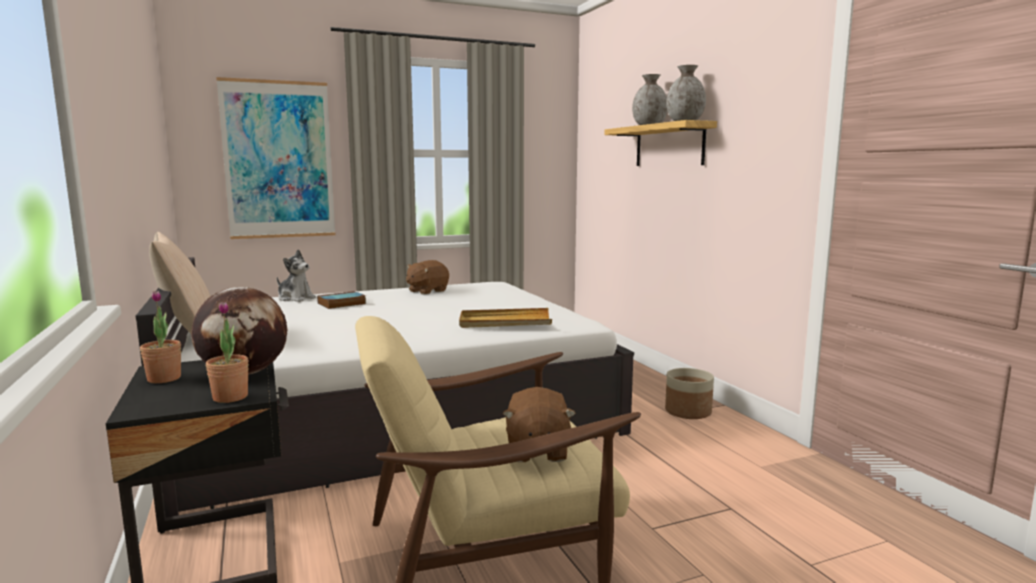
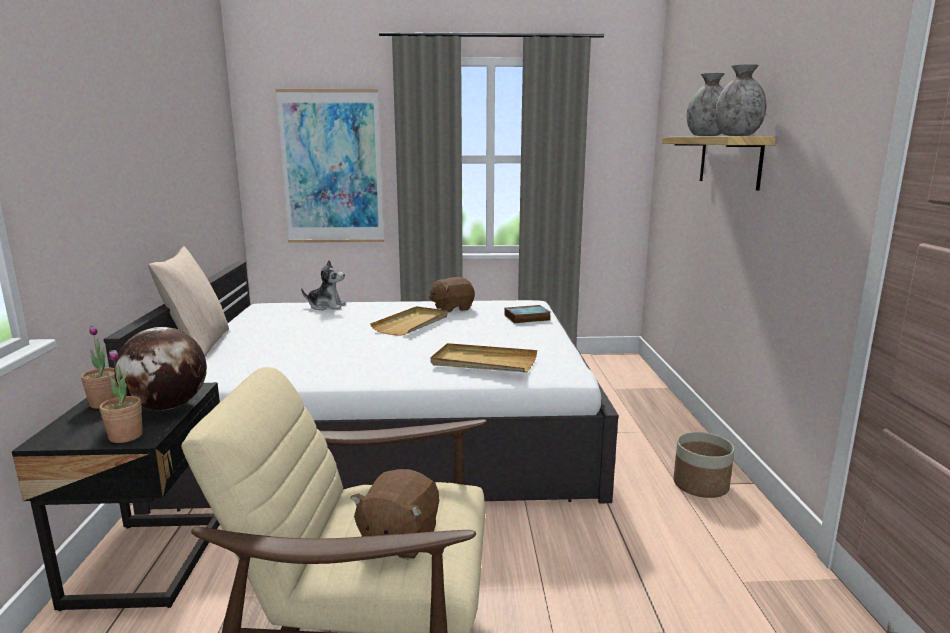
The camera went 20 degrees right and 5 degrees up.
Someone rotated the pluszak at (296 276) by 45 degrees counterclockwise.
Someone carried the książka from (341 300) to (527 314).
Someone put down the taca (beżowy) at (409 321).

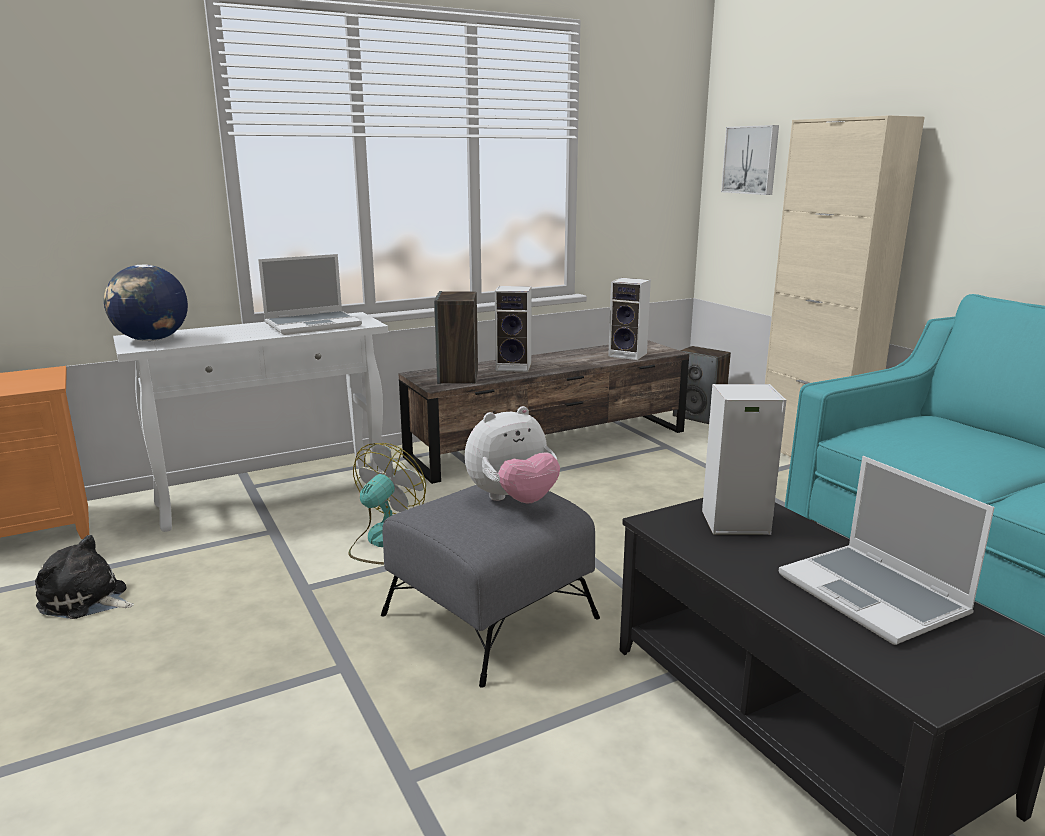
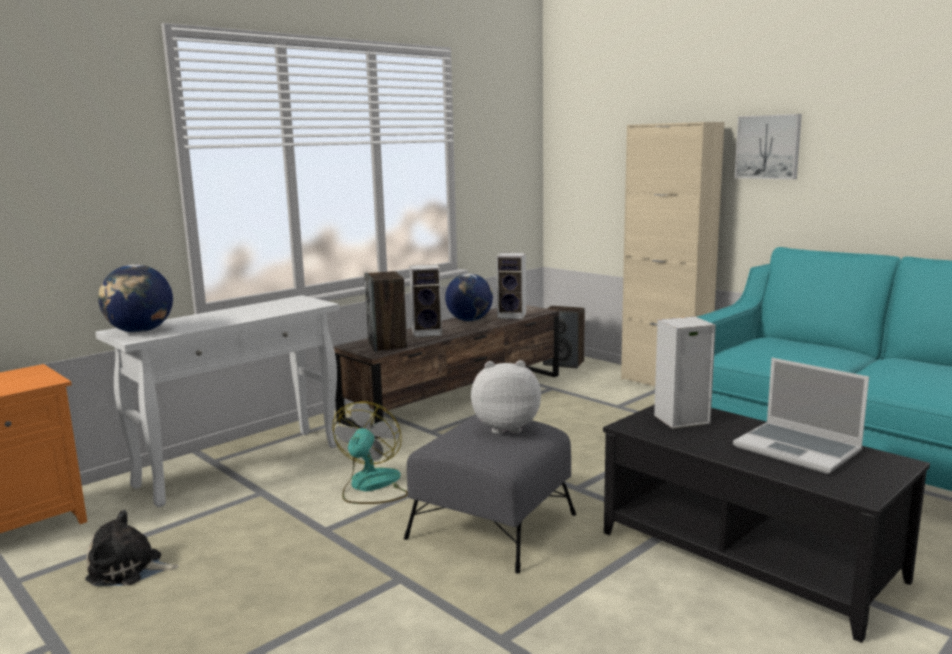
The camera went 15 degrees left and 5 degrees down.
Someone took away the laptop at (310 294).
Someone rotated the pluszak at (512 455) by 135 degrees counterclockwise.
Someone carried the obraz from (750 160) to (768 146).
Someone put down the globus at (469 297).

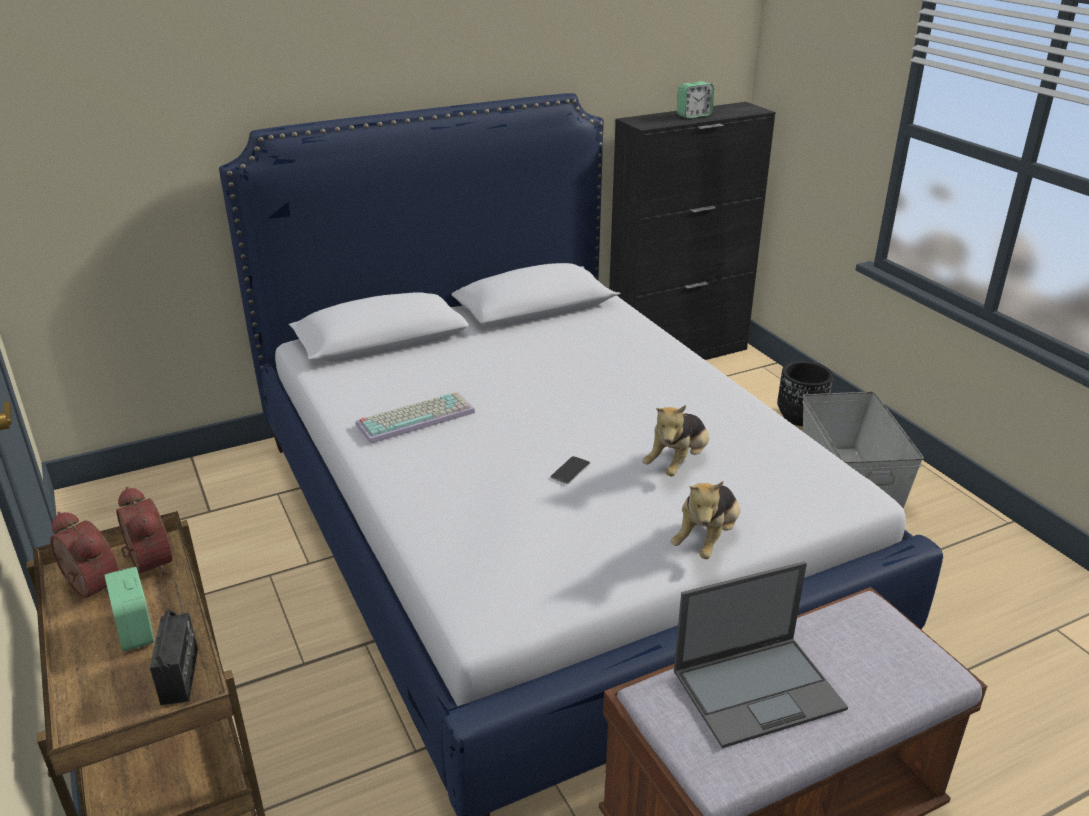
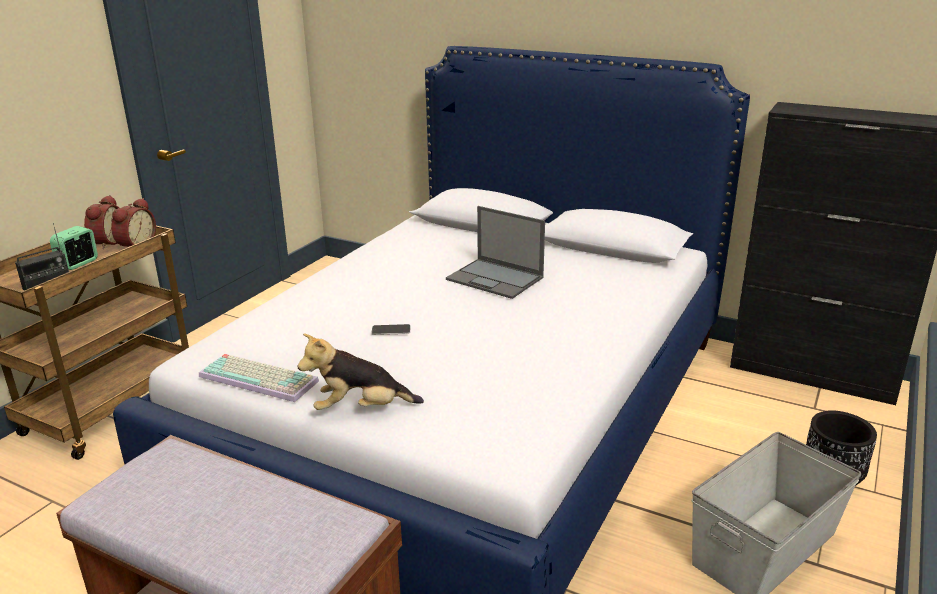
The camera went 55 degrees right and 5 degrees down.
Someone carried the klawiatura from (415 418) to (259 378).
Someone took away the pluszak at (675 440).
Someone carried the laptop from (761 654) to (495 252).
Someone took away the budzik at (695 100).

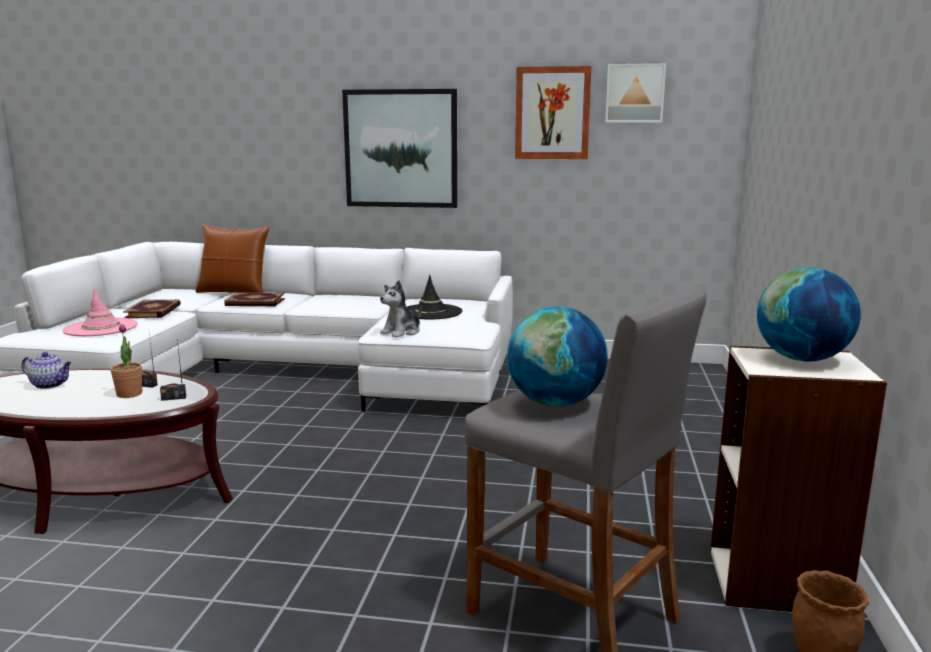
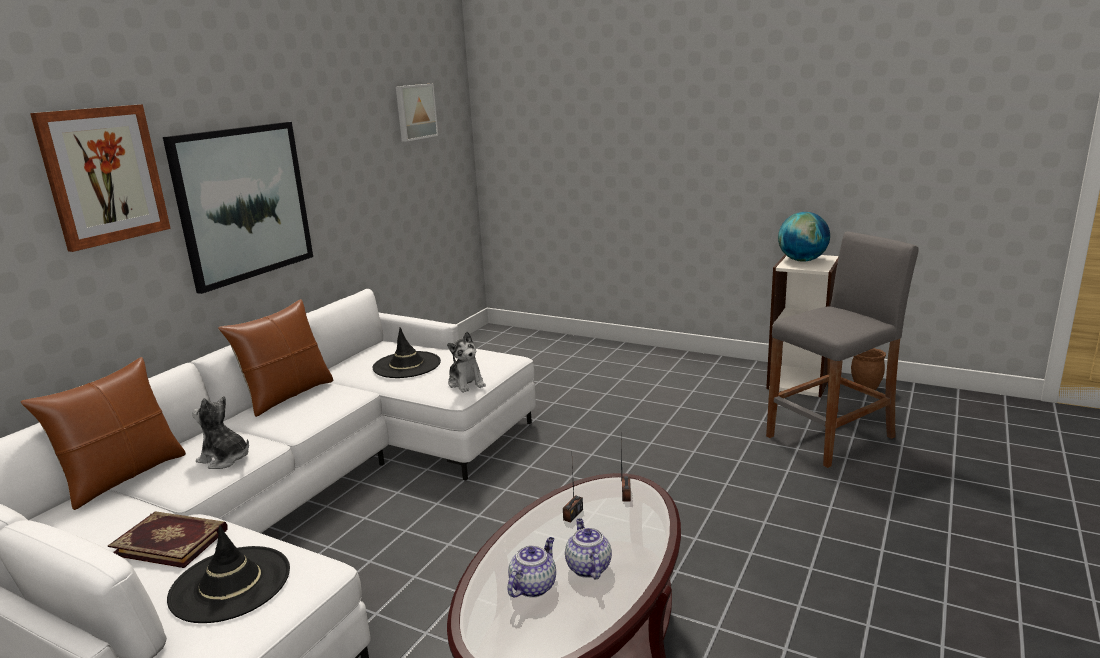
The camera went 70 degrees left and 5 degrees up.
Someone repainted the kapelusz (różowy) at (100 312), which became the kapelusz (czarny) at (228 574).
Someone took away the roślina doniczkowa at (126 361).
Someone swapped the książka at (254 299) for the pluszak at (220 432).
Someone took away the globus at (557 356).
Someone carried the obraz from (553 112) to (100 178).
Someone put down the poduszka (brązowy) at (275 358).
Someone put down the imbryk at (588 549).

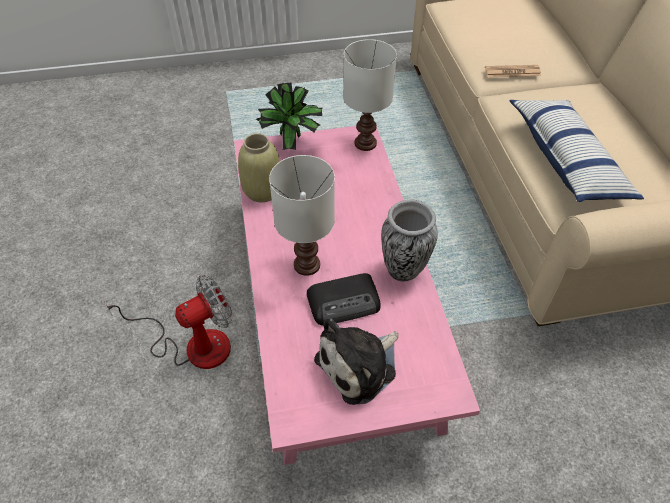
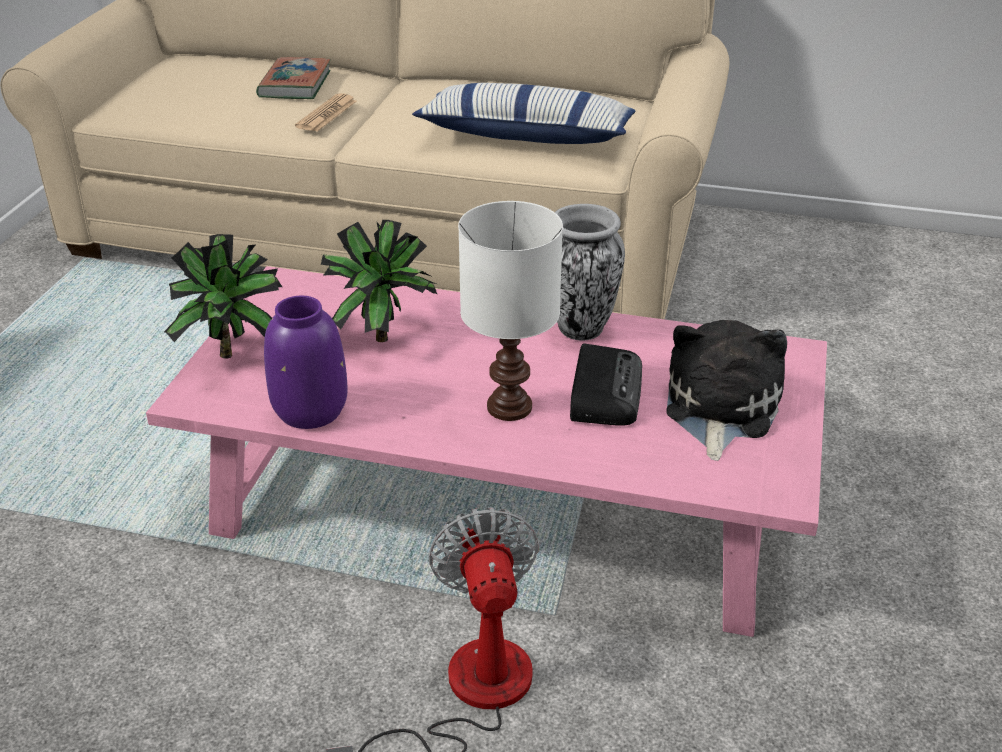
The camera went 65 degrees left and 15 degrees down.
Someone repainted the wazon (beżowy) at (259 167), which became the wazon (fioletowy) at (306 362).
Someone rotated the pluszak at (356 361) by 150 degrees counterclockwise.
Someone took away the lampa stołowa (biały) at (370 95).
Someone put down the książka at (293 78).
Someone put down the roślina doniczkowa at (379 281).

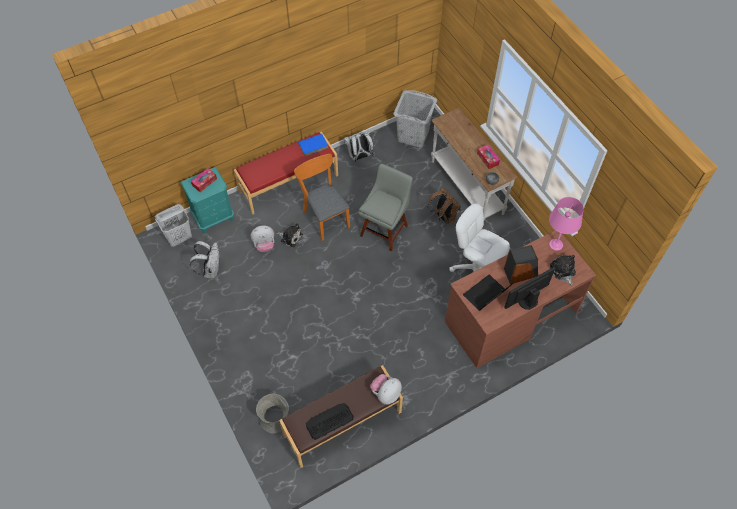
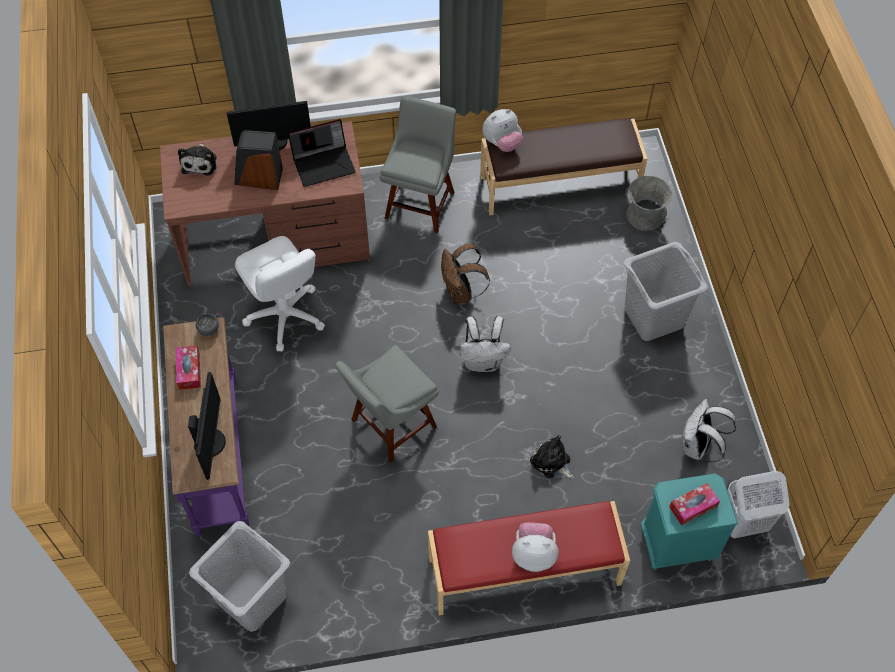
The camera went 160 degrees left and 0 degrees up.
Someone carried the pluszak from (262 238) to (535 547).
Someone took away the krzesło (pomarańczowy) at (322 197).
Someone took away the książka (niebieski) at (313 145).
Someone took away the klawiatura at (329 421).
Someone carried the plecak (biały) from (359 146) to (485 344).
Someone carried the plecak (brązowy) from (444 205) to (465 273).
Someone repainted the stolik konsolowy (biały) at (474 163), which became the stolik konsolowy (fioletowy) at (206 427).
Someone took away the lampa stołowa (różowy) at (566 224).
Someone put down the monitor at (207 426).
Someone put down the krzesło (szary) at (418 164).
Someone put down the kosz na pranie (szary) at (666 291).

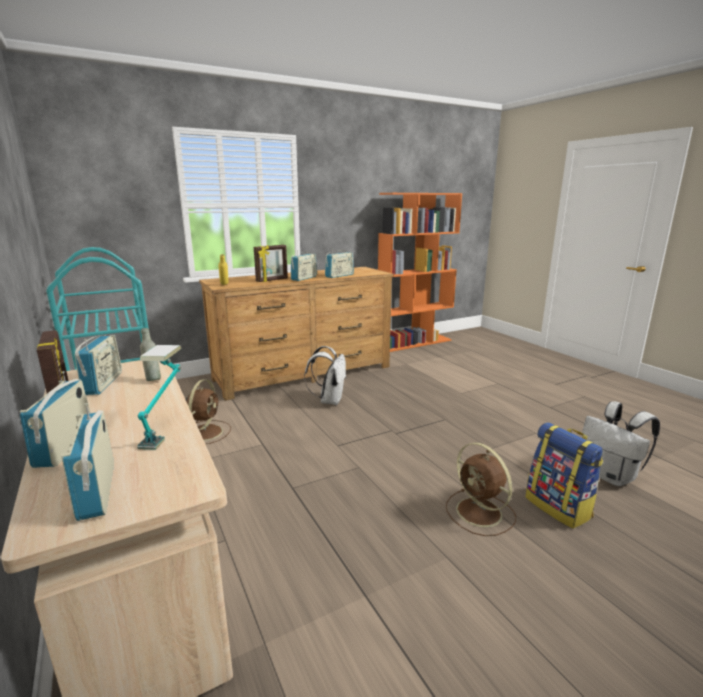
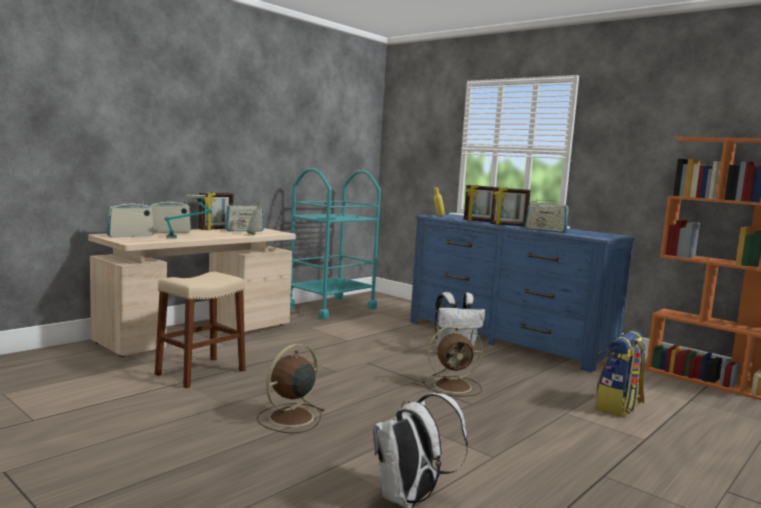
The camera went 70 degrees right and 10 degrees down.
Someone carried the wentylator (brązowy) from (208 411) to (452 360).
Someone repainted the komoda (brązowy) at (296 334), which became the komoda (niebieski) at (523 293).
Someone swapped the radio at (304 265) for the ramka na zdjęcie at (510 206).
Someone carried the plecak from (564 475) to (620 373).
Someone put down the stołek (beżowy) at (200 330).

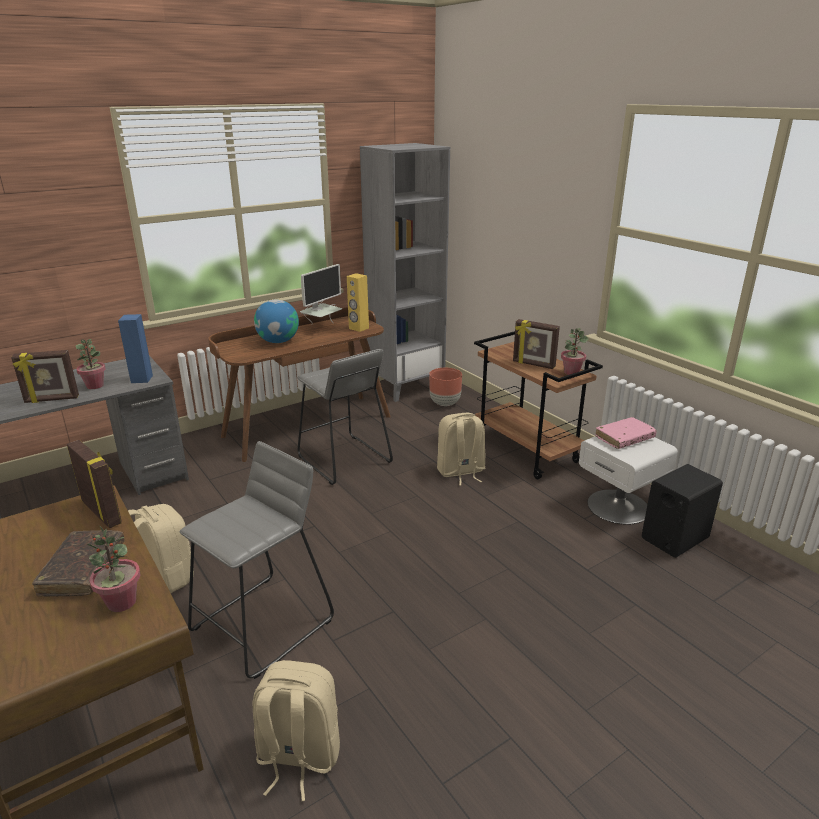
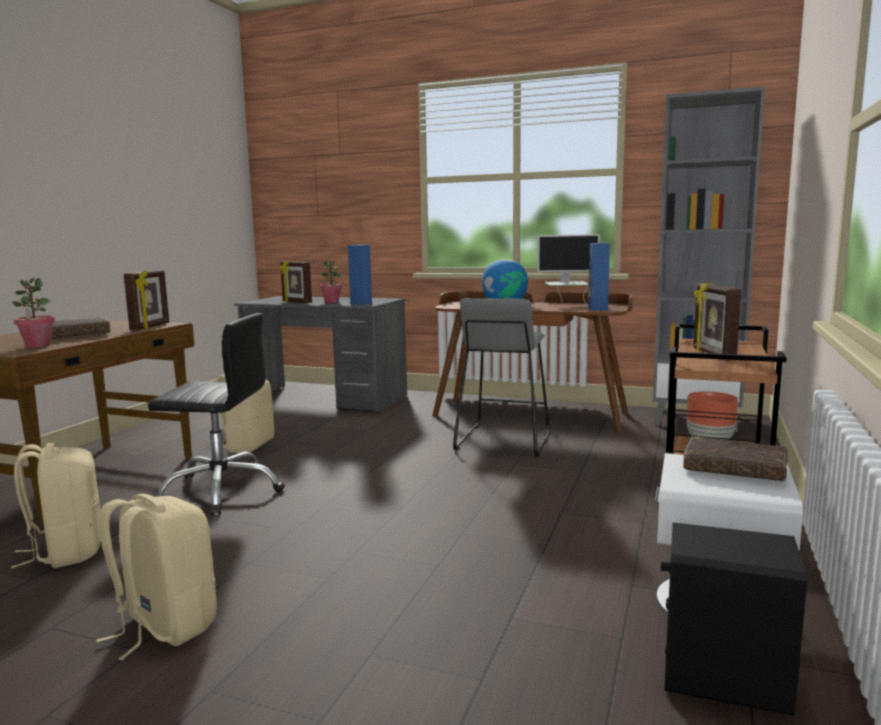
The camera went 55 degrees right and 15 degrees down.
Someone swapped the stołek (szary) at (257 560) for the krzesło biurowe (czarny) at (216 414).
Someone repainted the głośnik (żółty) at (358 302), which became the głośnik (niebieski) at (599 276).
Someone carried the plecak (beżowy) from (461 449) to (156 577).
Someone took away the roślina doniczkowa at (574 351).
Someone repainted the książka (różowy) at (626 433), which became the książka (brązowy) at (735 458).

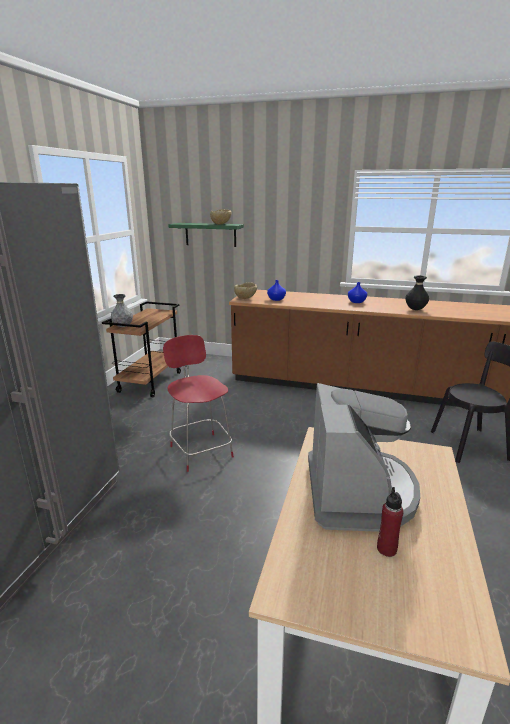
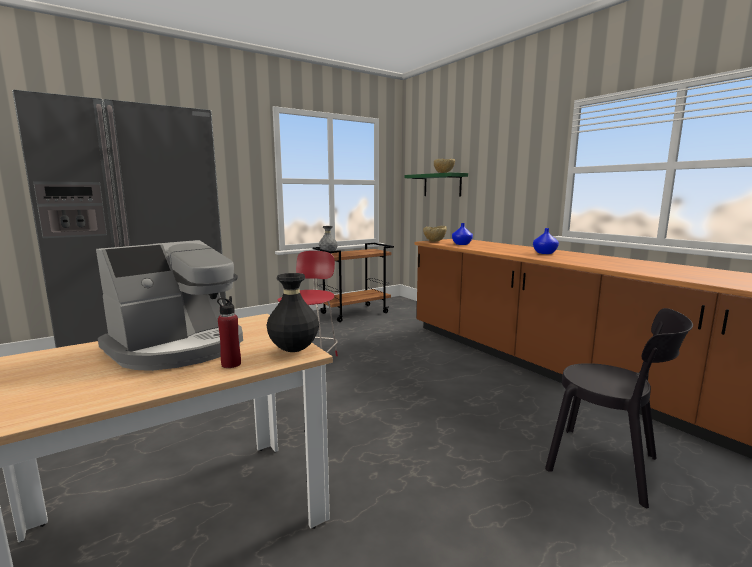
The camera went 40 degrees right and 10 degrees down.
Someone carried the butelka (czerwony) from (390 522) to (229 332).
Someone carried the wazon (czarny) from (417 292) to (293 312).

